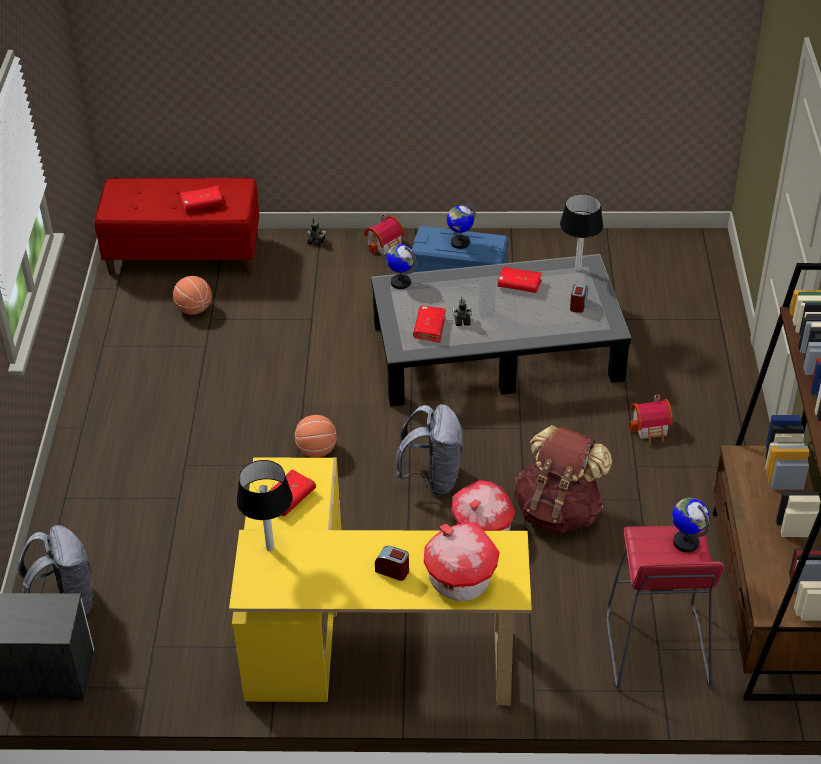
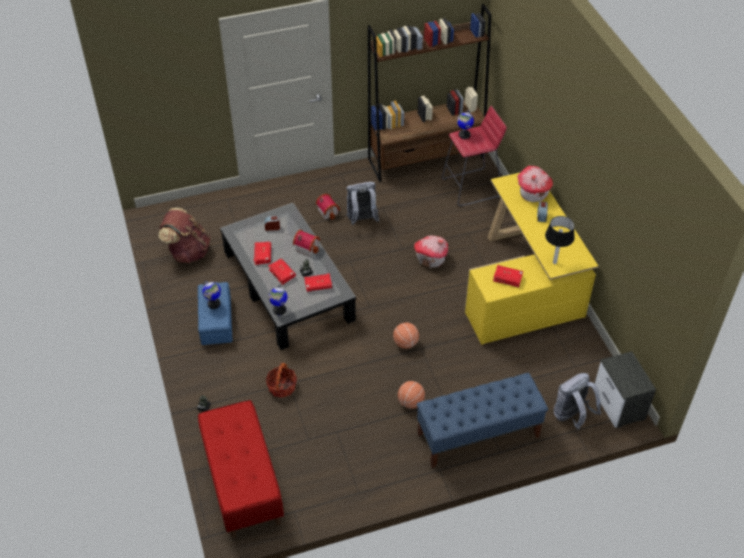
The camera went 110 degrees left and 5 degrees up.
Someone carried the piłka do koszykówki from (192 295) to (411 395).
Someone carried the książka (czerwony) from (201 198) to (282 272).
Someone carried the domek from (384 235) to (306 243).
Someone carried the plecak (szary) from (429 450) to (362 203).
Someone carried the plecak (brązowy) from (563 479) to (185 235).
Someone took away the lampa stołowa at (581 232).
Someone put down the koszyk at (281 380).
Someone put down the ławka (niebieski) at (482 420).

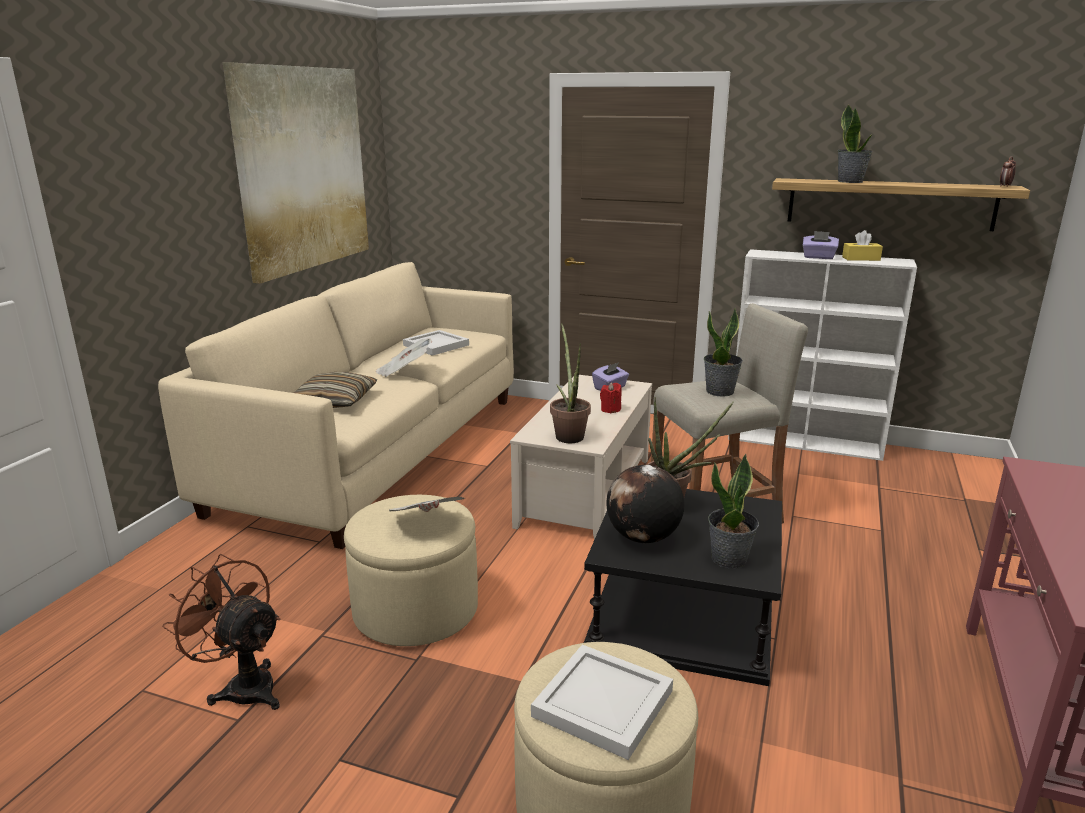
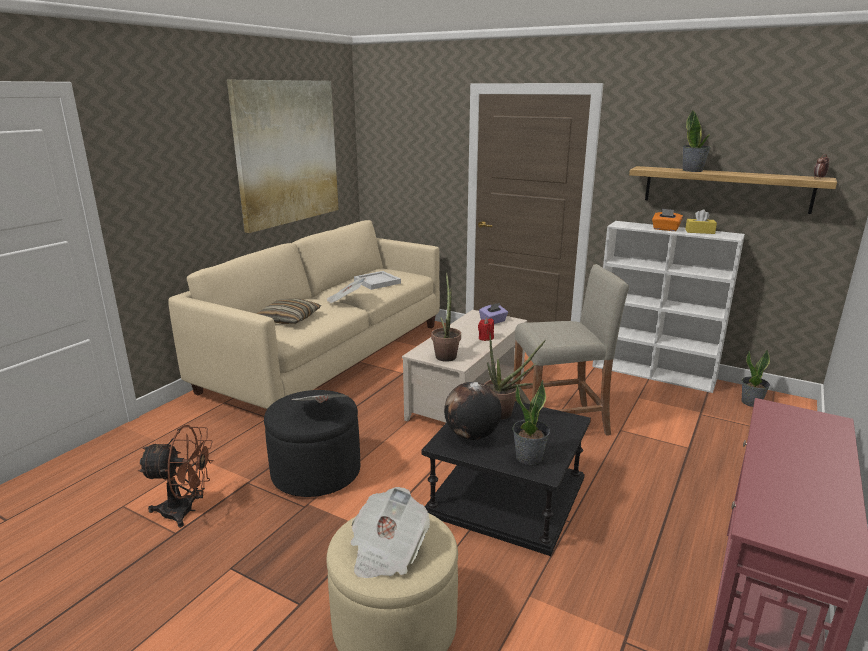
The camera went 10 degrees right and 0 degrees up.
Someone rotated the wentylator (brązowy) at (221 632) by 135 degrees clockwise.
Someone repainted the pufa (beżowy) at (411 570), which became the pufa (czarny) at (312 443).
Someone swapped the taca (biały) at (602 702) for the gazeta at (390 532).
Someone carried the roślina doniczkowa from (723 352) to (755 378).
Someone repainted the pudełko chusteczek (fioletowy) at (821 245), which became the pudełko chusteczek (pomarańczowy) at (667 220).

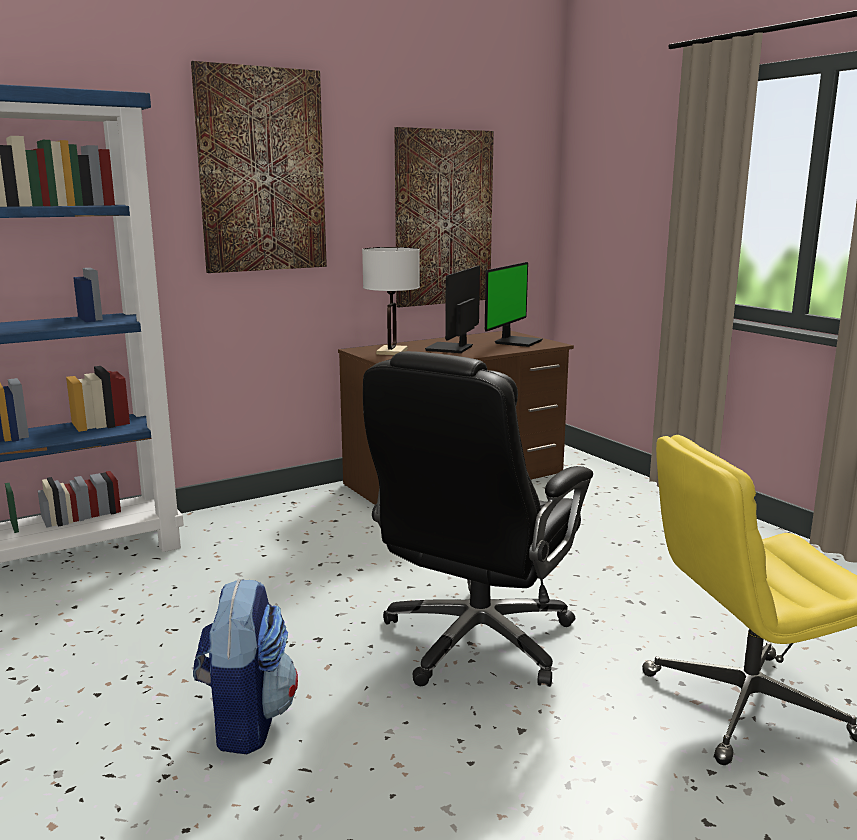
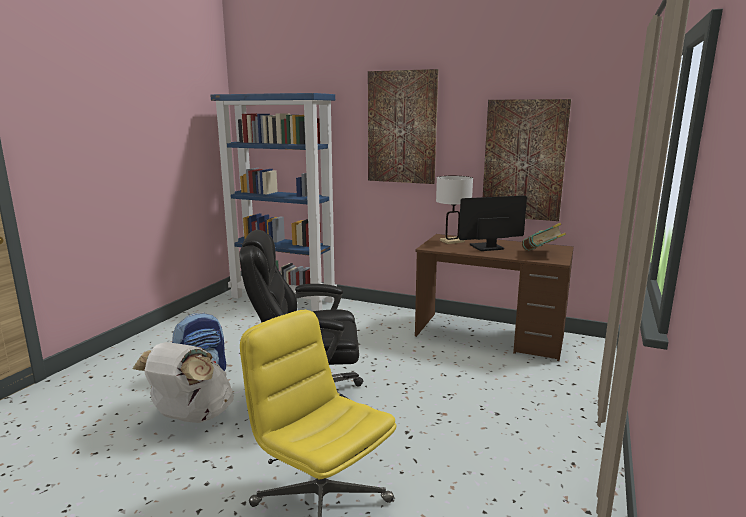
The camera went 55 degrees right and 0 degrees up.
Someone swapped the monitor at (514 304) for the książka at (544 237).
Someone put down the plecak (biały) at (183 382).

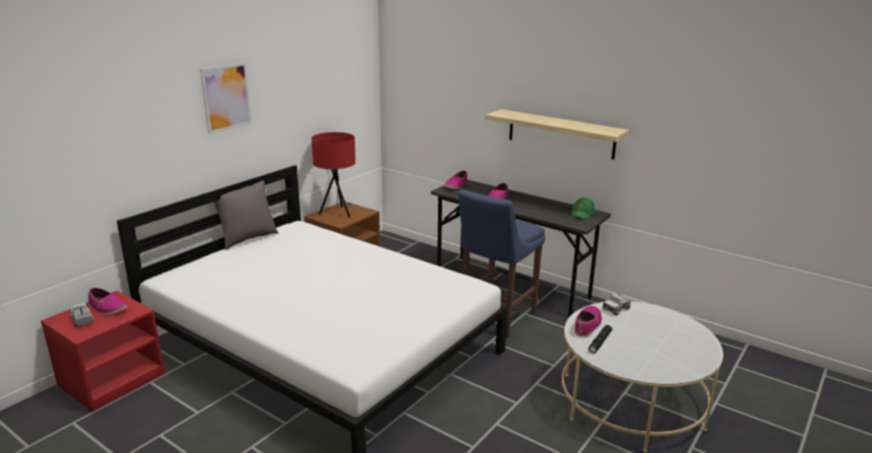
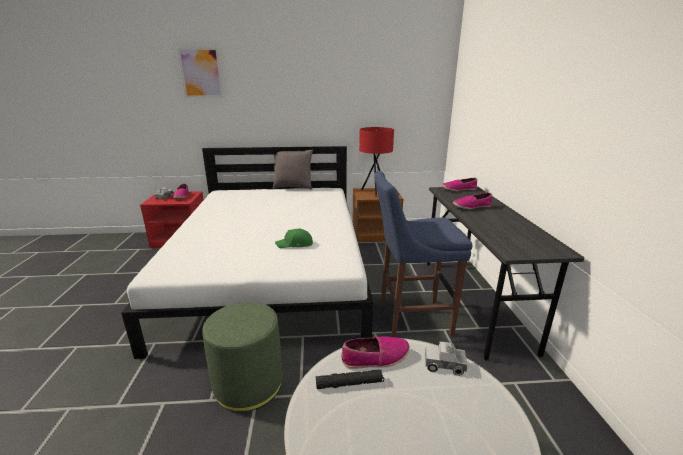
The camera went 50 degrees right and 0 degrees up.
Someone carried the obraz from (226 98) to (200 72).
Someone took away the półka at (557 134).
Someone carried the czapka z daszkiem (zielony) from (583 208) to (294 238).
Someone put down the pufa (zielony) at (242 357).

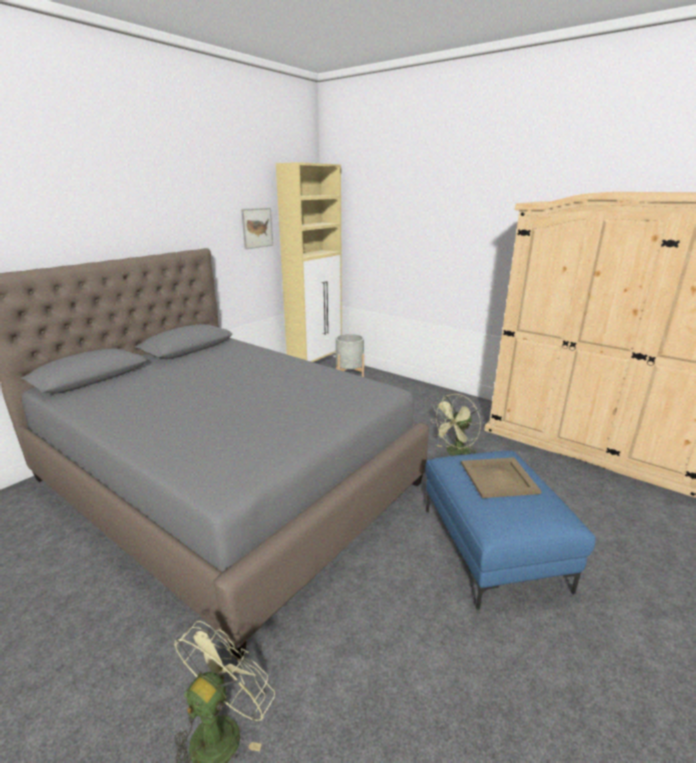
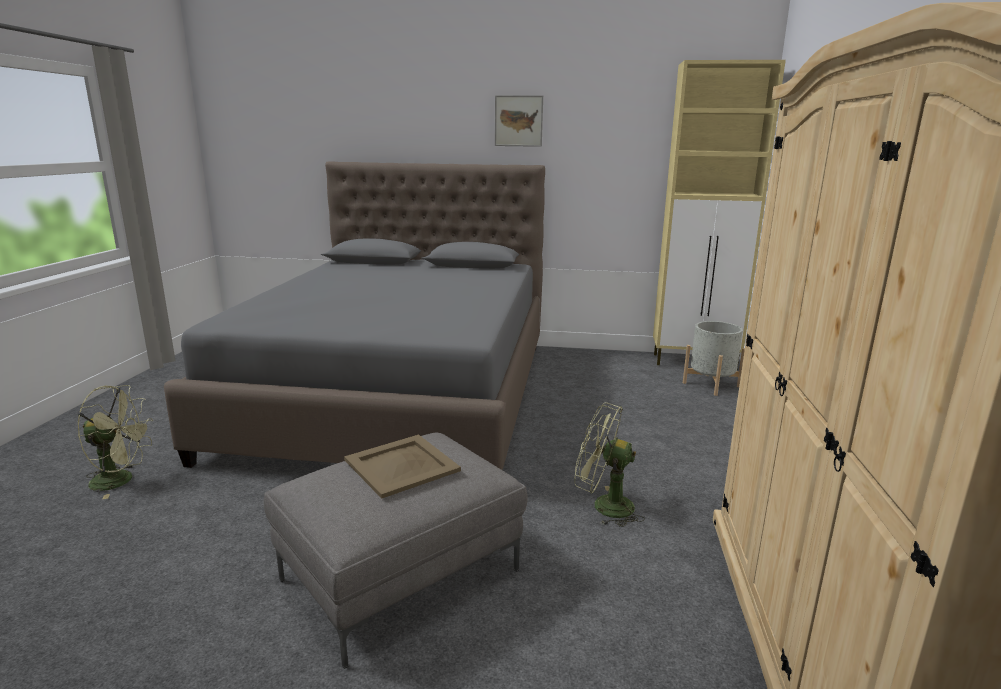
The camera went 60 degrees right and 5 degrees down.
Someone carried the obraz from (257 228) to (519 121).
Someone repainted the pufa (niebieski) at (510 530), which became the pufa (szary) at (396 550).

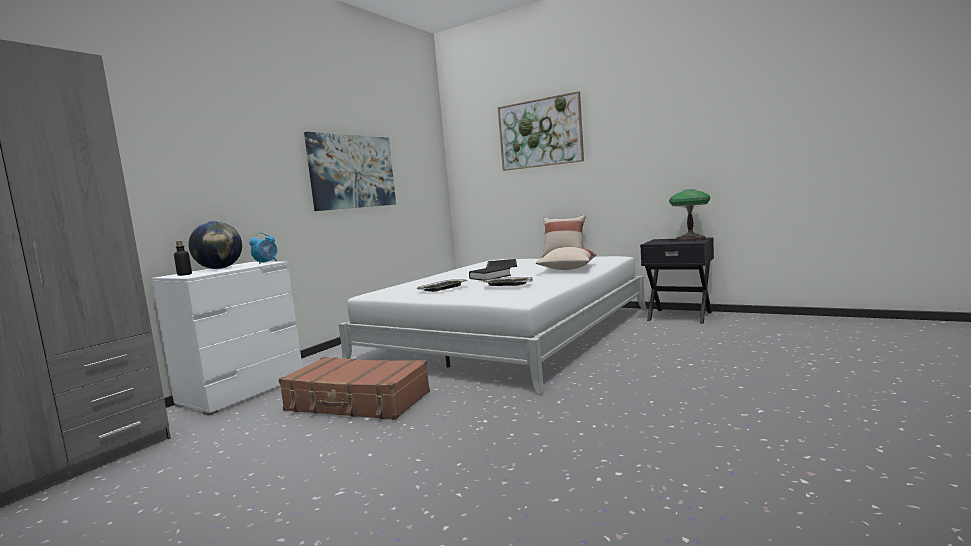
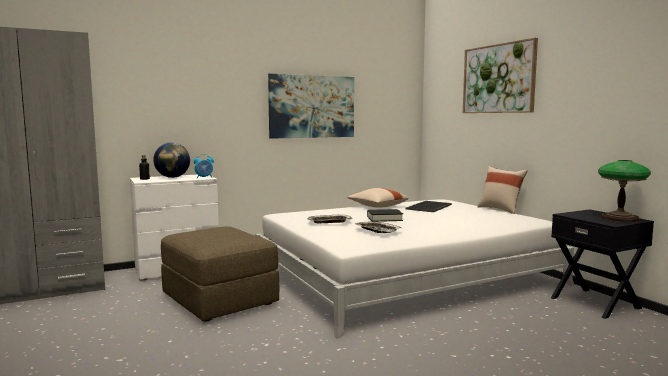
The camera went 30 degrees right and 0 degrees up.
Someone swapped the walizka (brązowy) at (354 388) for the pufa (brązowy) at (220 273).
Someone carried the poduszka (beżowy) from (566 258) to (378 198).

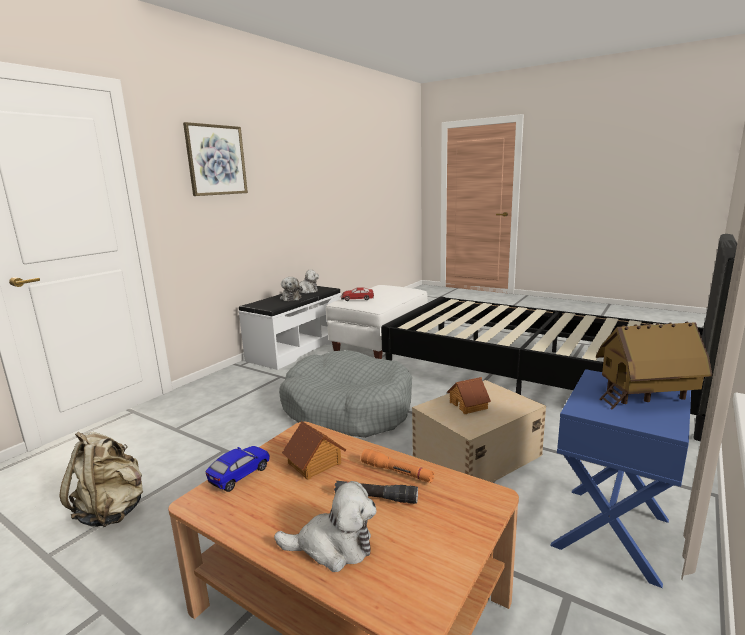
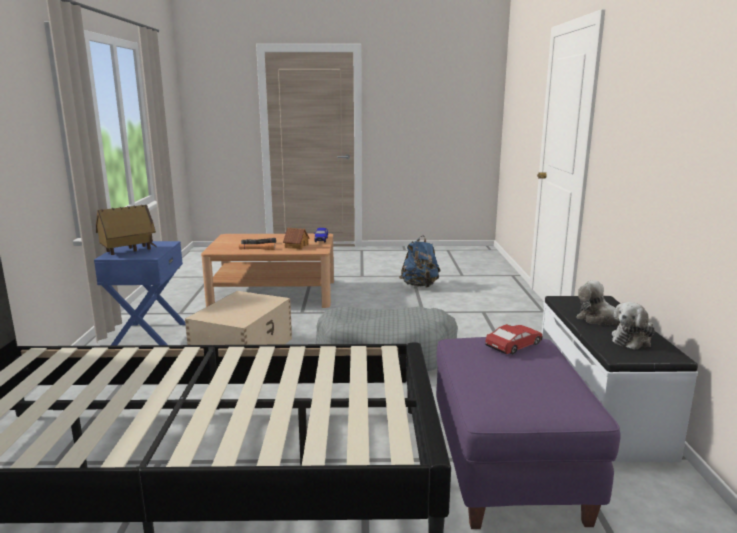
The camera went 145 degrees right and 0 degrees up.
Someone repainted the plecak (beżowy) at (101 479), which became the plecak (niebieski) at (420 262).
Someone took away the obraz at (215 159).
Someone took away the pluszak at (325 526).
Someone repainted the pufa (biały) at (377 322), which became the pufa (fioletowy) at (528 433).
Someone took away the domek at (469 395).

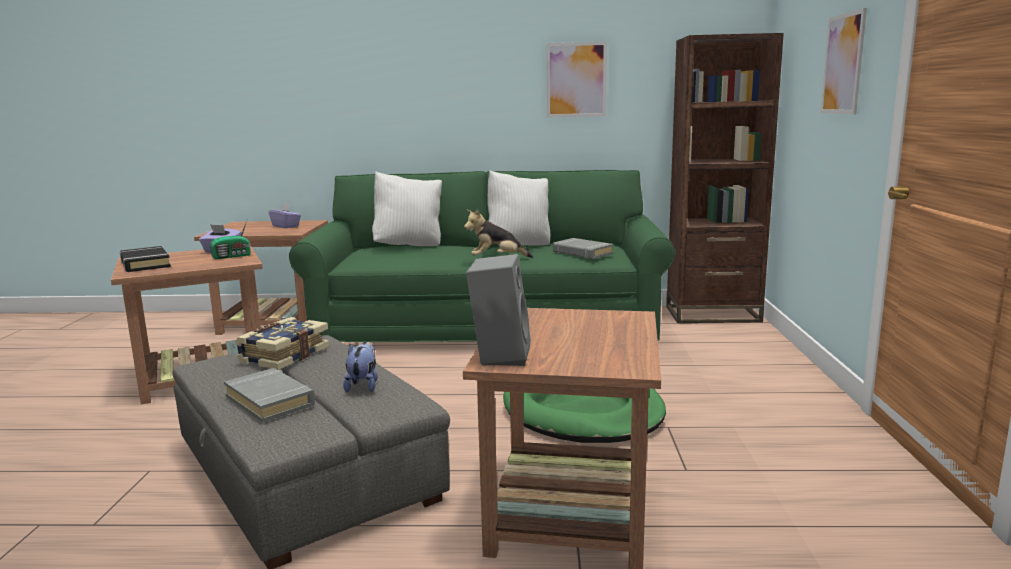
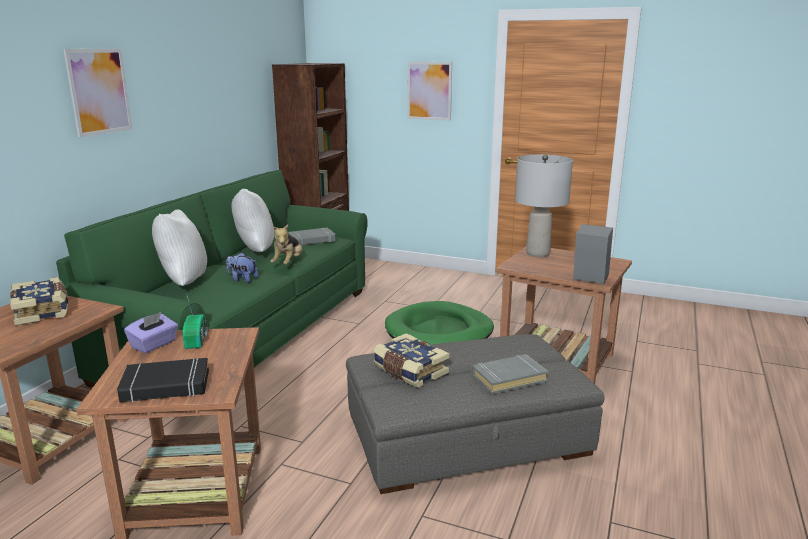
The camera went 70 degrees left and 5 degrees up.
Someone swapped the pudełko chusteczek (fioletowy) at (285 215) for the książka at (39 301).
Someone carried the pluszak from (360 367) to (242 268).
Someone carried the obraz from (576 79) to (97 93).
Someone put down the lampa stołowa (szary) at (544 205).

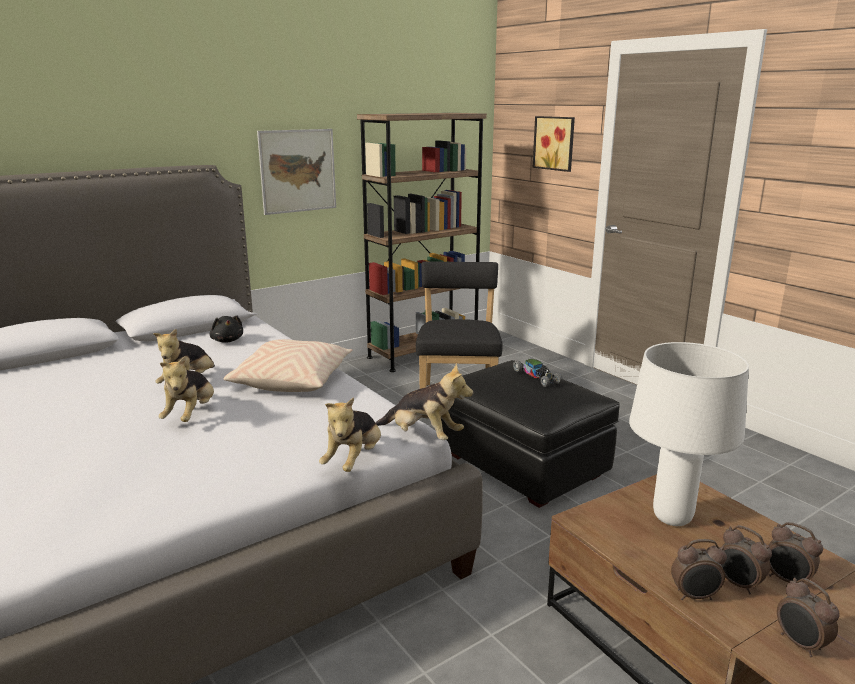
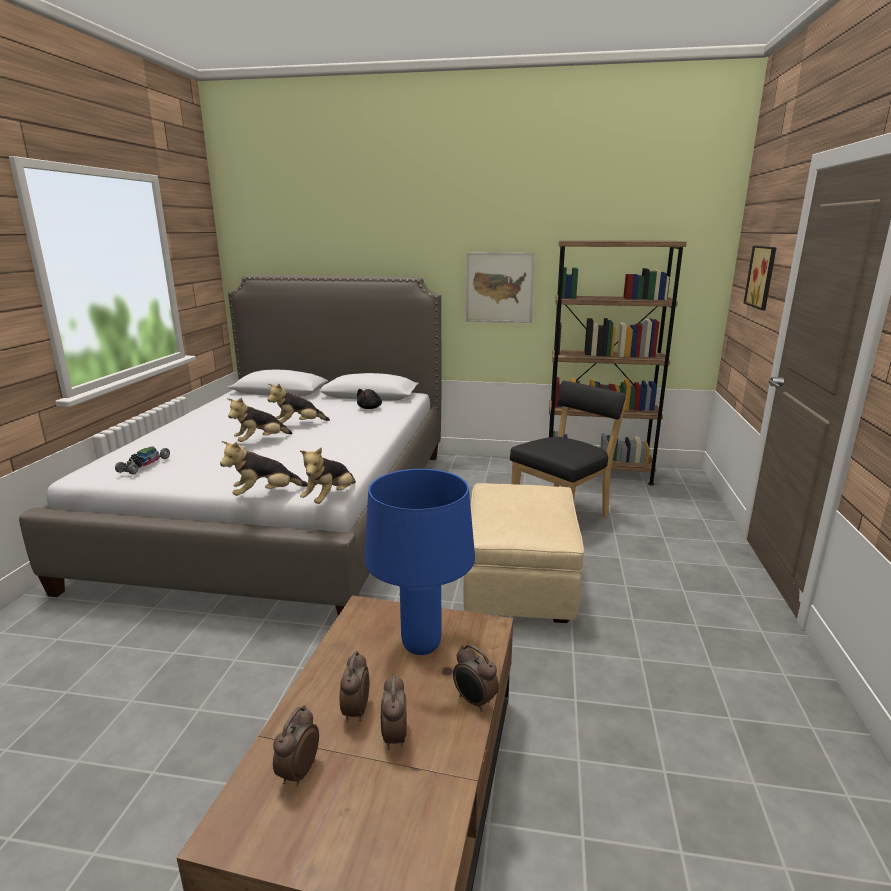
The camera went 45 degrees right and 0 degrees up.
Someone took away the poduszka (beżowy) at (287 365).
Someone rotated the pluszak at (424 401) by 45 degrees clockwise.
Someone repainted the pufa (czarny) at (530 434), which became the pufa (beżowy) at (523 553).
Someone carried the samochodzik from (538 372) to (142 460).
Someone repainted the lampa stołowa (biały) at (689 434), which became the lampa stołowa (niebieski) at (419 562).
Someone carried the budzik from (699 569) to (476 678).

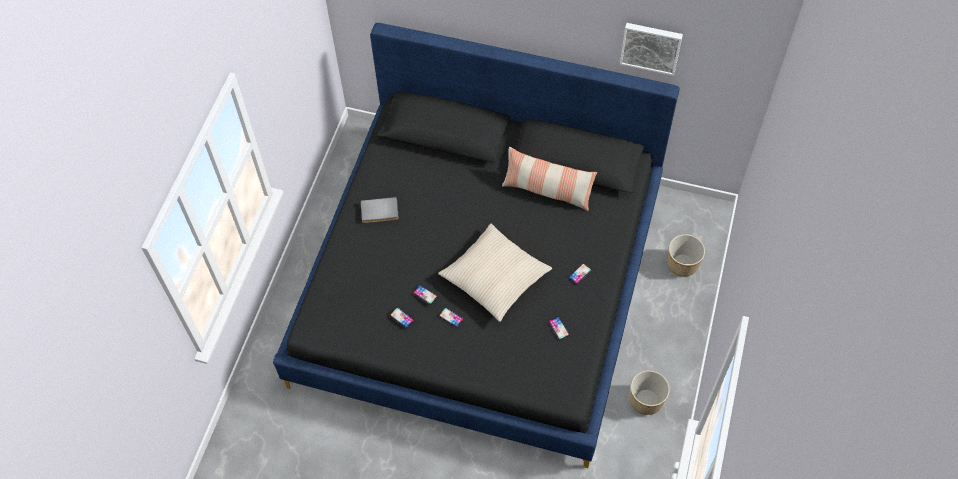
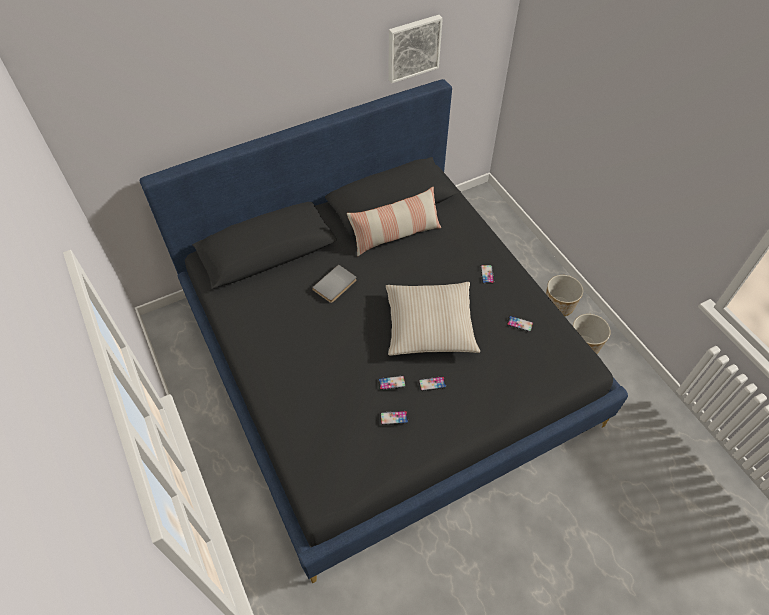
The camera went 45 degrees left and 5 degrees down.
Someone carried the książka (szary) from (380 210) to (334 284).
Someone carried the donica from (686 255) to (564 295).

